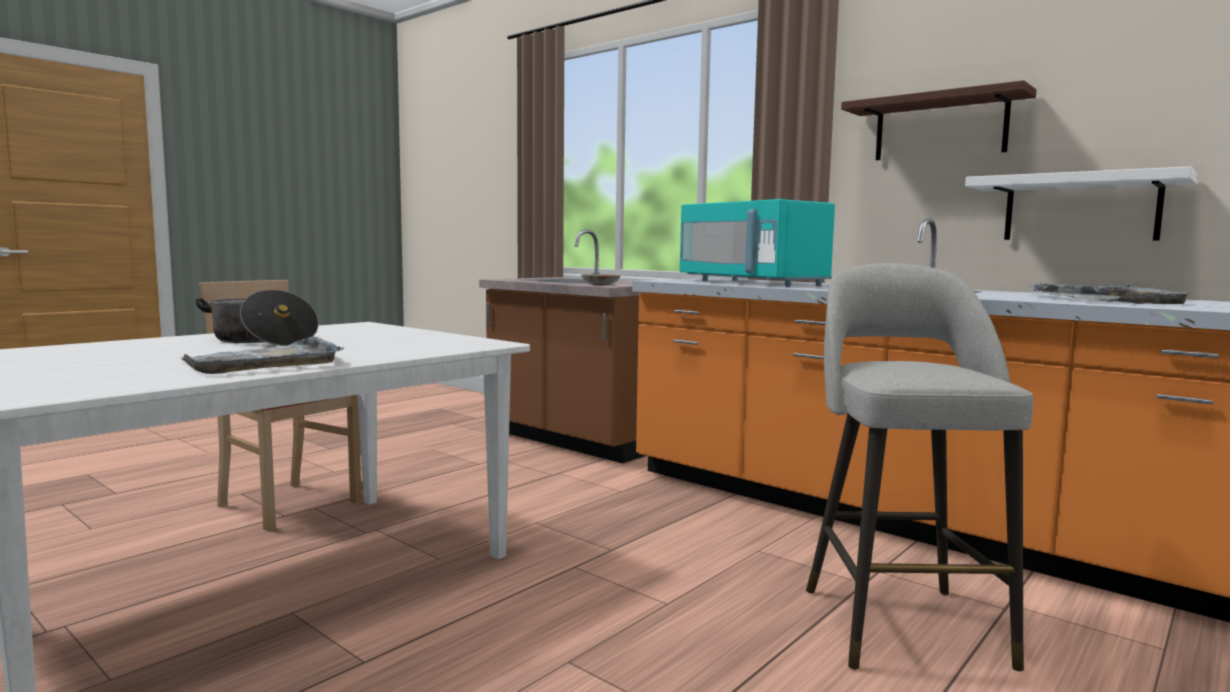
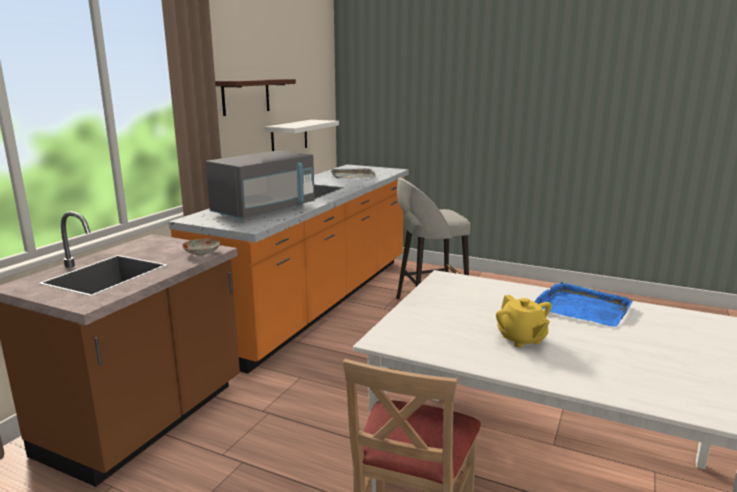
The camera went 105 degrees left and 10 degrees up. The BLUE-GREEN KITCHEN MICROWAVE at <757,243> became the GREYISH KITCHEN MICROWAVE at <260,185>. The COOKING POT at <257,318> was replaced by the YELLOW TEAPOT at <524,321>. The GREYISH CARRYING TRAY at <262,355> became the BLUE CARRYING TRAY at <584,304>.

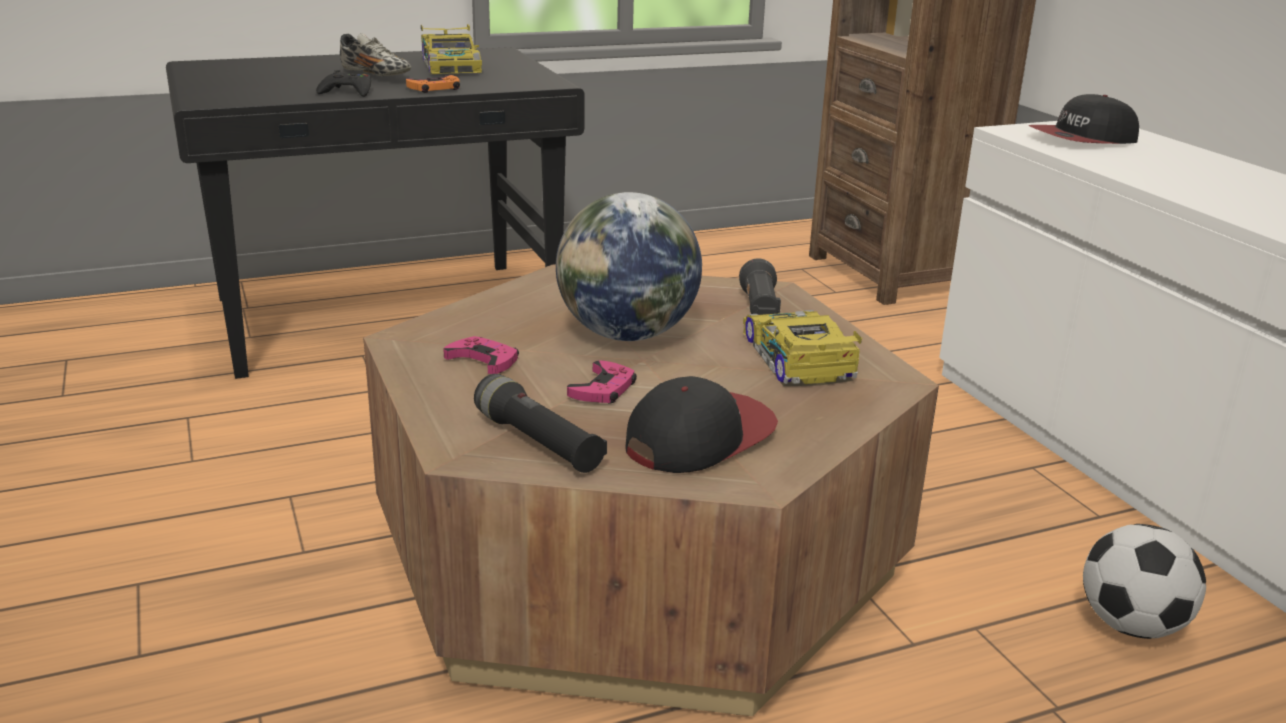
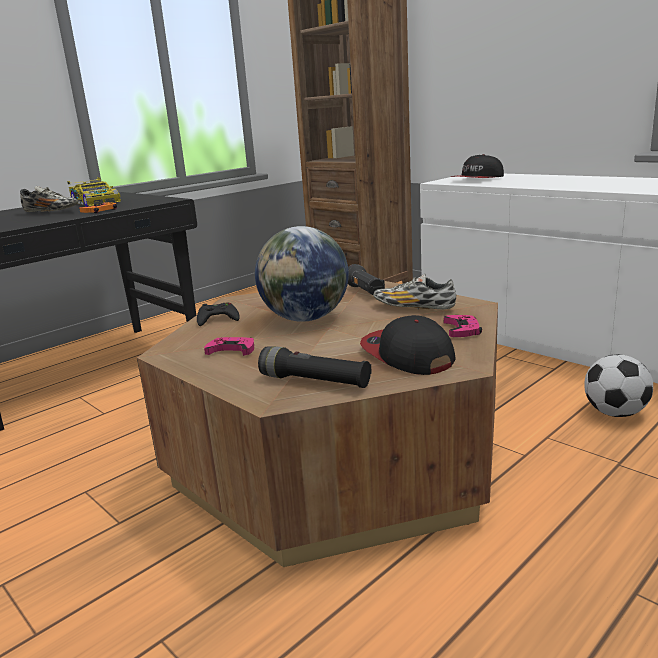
The camera went 20 degrees left and 5 degrees down. The BLACKISH GAME CONTROLLER moved from <343,83> to <218,314>. The TOY CAR at <802,348> was replaced by the SHOE at <414,291>. The PINK-COLOURED GAME CONTROLLER moved from <602,381> to <463,326>. The PEAKED CAP at <701,424> turned 60 degrees counterclockwise.

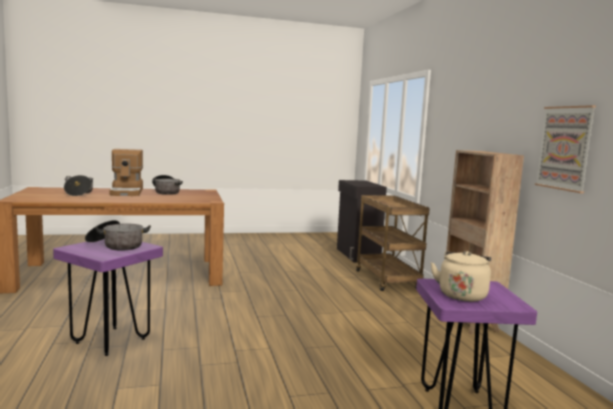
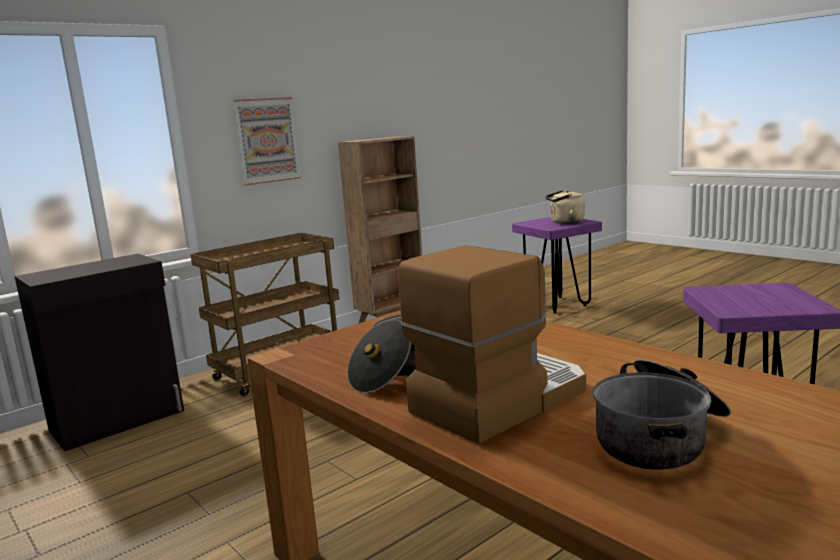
The camera went 115 degrees left and 5 degrees up. The PICTURE moved from <565,149> to <267,141>. The COOKING POT at <118,235> disappeared.

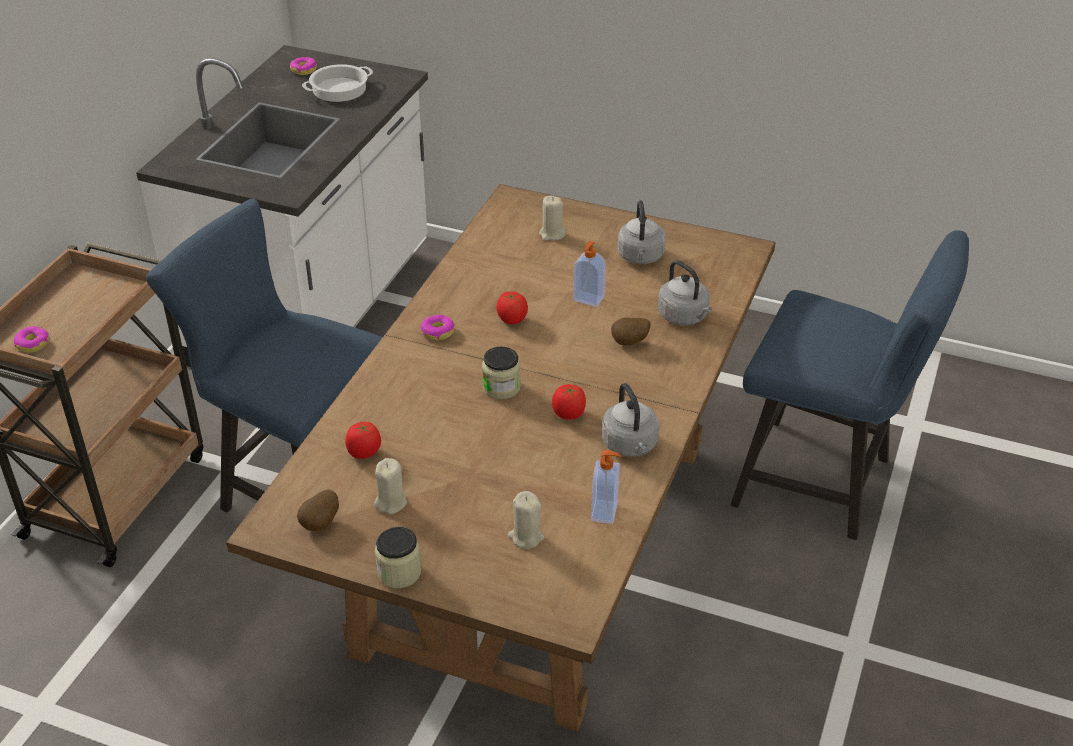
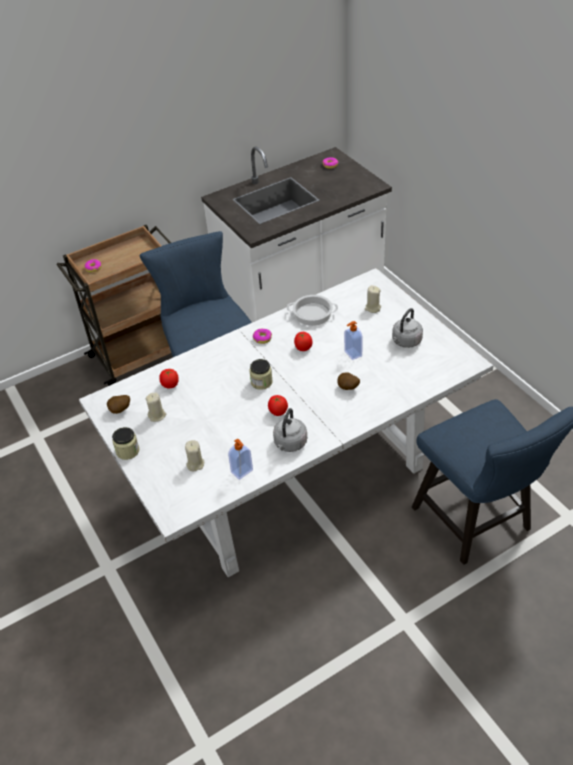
The camera went 40 degrees right and 5 degrees up. The COOKING POT moved from <337,83> to <312,310>. The BROWNISH DINNER TABLE at <500,457> became the WHITE DINNER TABLE at <286,422>. The GREYISH TEA KETTLE at <685,292> disappeared.

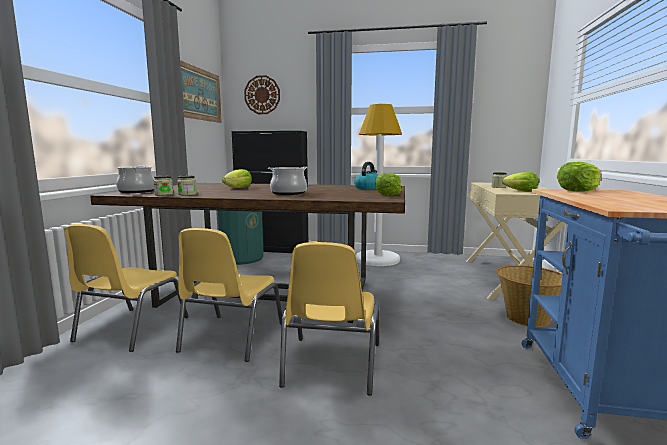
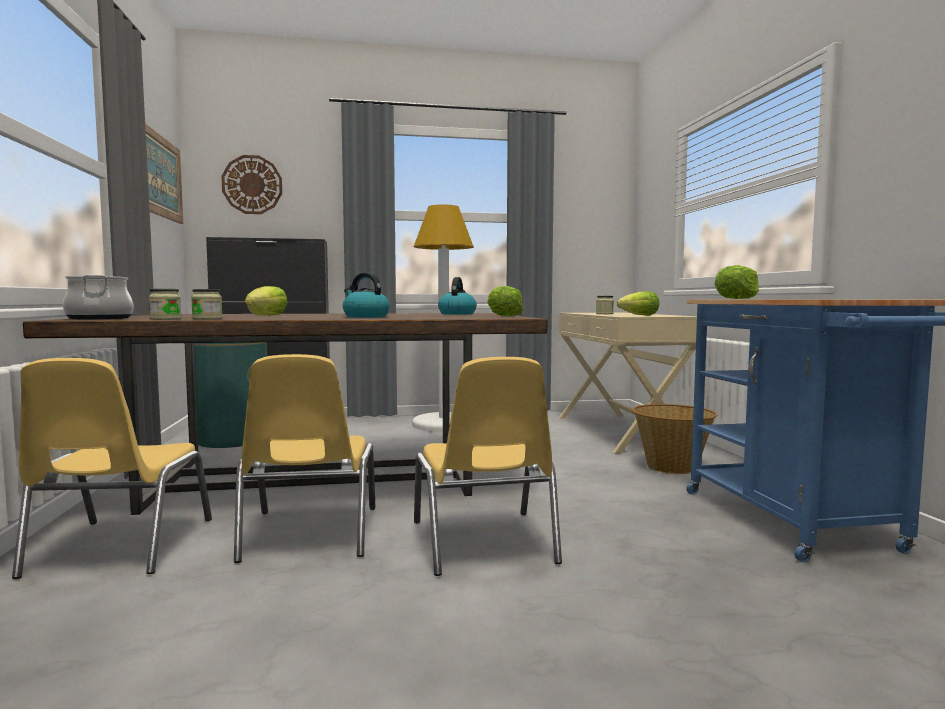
The camera went 20 degrees left and 5 degrees down. The COOKING POT at <288,181> was replaced by the TEA KETTLE at <366,295>.

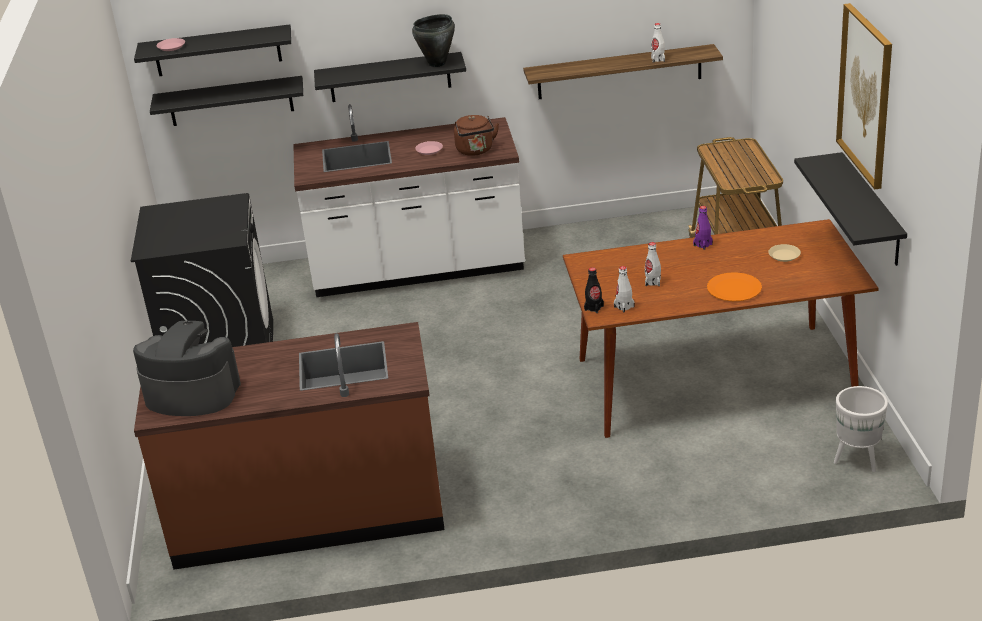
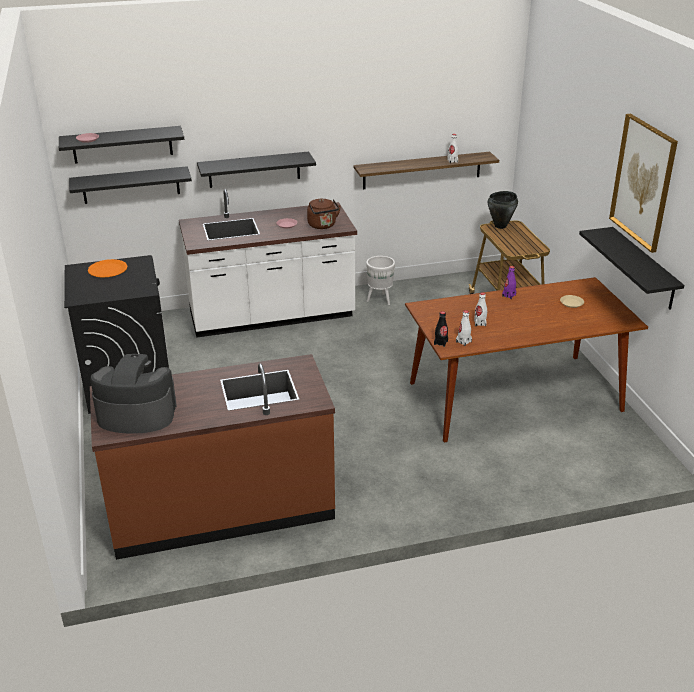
The camera went 10 degrees left and 0 degrees up. The BLACKISH COOKING POT moved from <433,40> to <503,210>. The ORANGE-COLOURED PLATE moved from <734,286> to <108,268>. The WHITE PLANT POT moved from <861,429> to <380,280>.

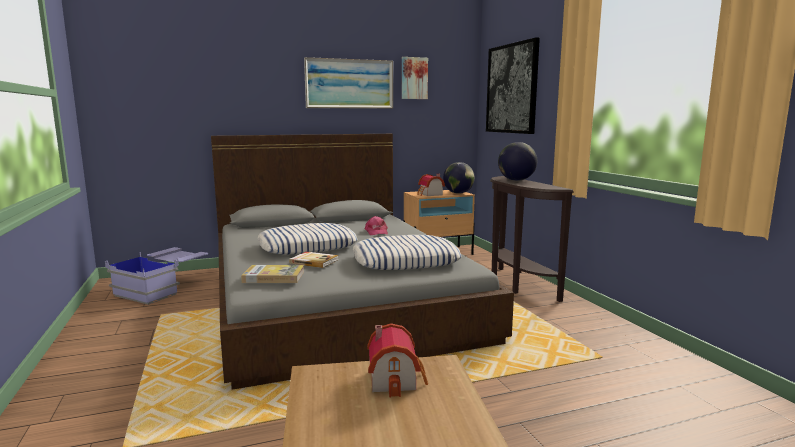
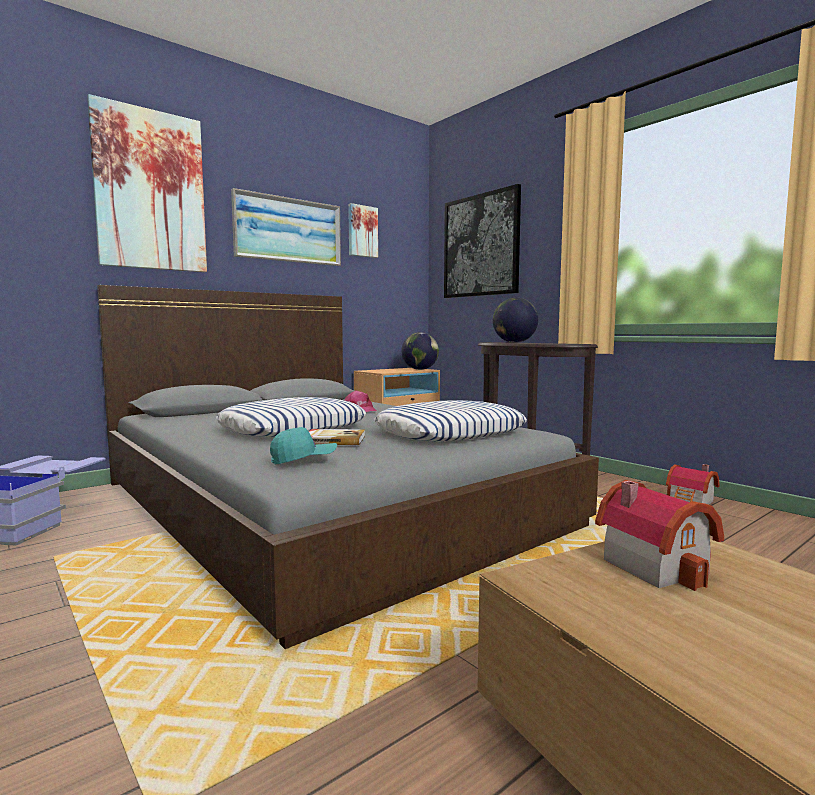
The camera went 20 degrees left and 5 degrees down. The MODEL HOUSE moved from <431,185> to <692,484>. The BOUND BOOK at <272,274> was replaced by the BLUE-GREEN PEAKED CAP at <303,446>. The PICTURE at <147,183> appeared.

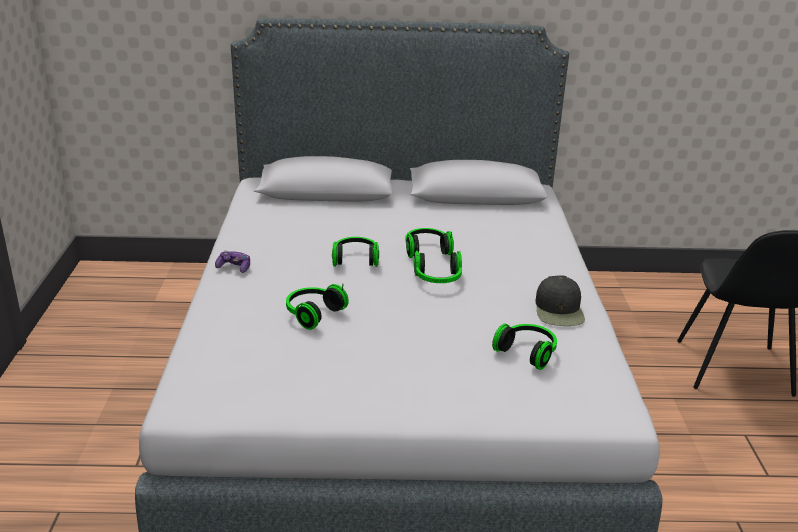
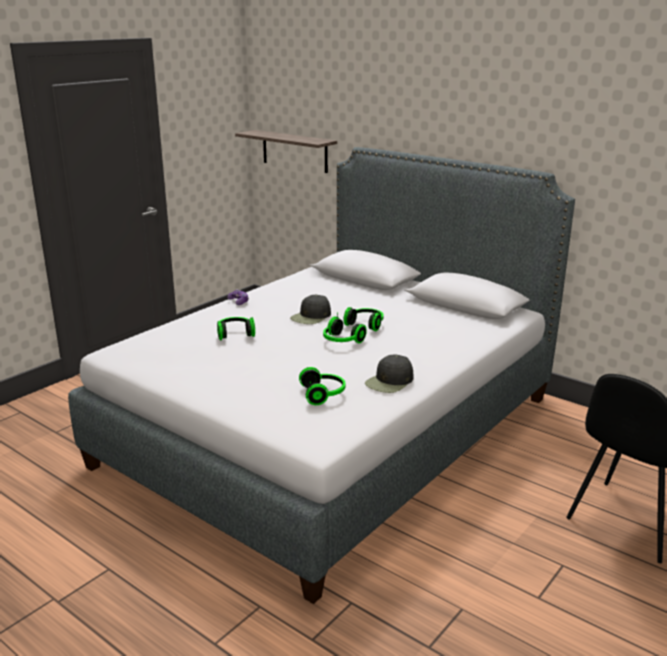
The camera went 40 degrees right and 5 degrees down. The PAIR OF HEADPHONES at <355,252> was replaced by the BLACKISH PEAKED CAP at <310,309>. The SHELF at <286,151> appeared.

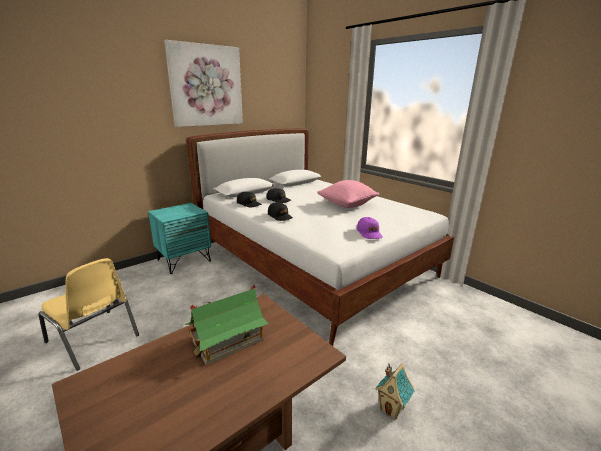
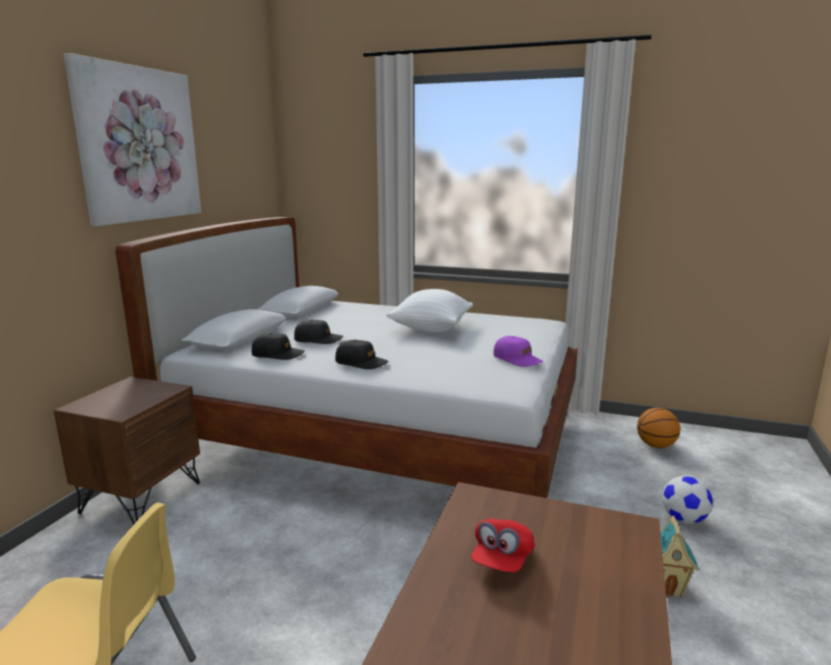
The camera went 30 degrees left and 5 degrees down. The PINK-COLOURED THROW PILLOW at <348,194> became the WHITE THROW PILLOW at <429,310>. The BLUE-GREEN BEDSIDE TABLE at <179,238> became the BROWNISH BEDSIDE TABLE at <127,451>. The MODEL HOUSE at <227,325> was replaced by the REDDISH PEAKED CAP at <503,545>. The BASKETBALL BALL at <658,428> appeared. The FOOTBALL at <687,500> appeared.

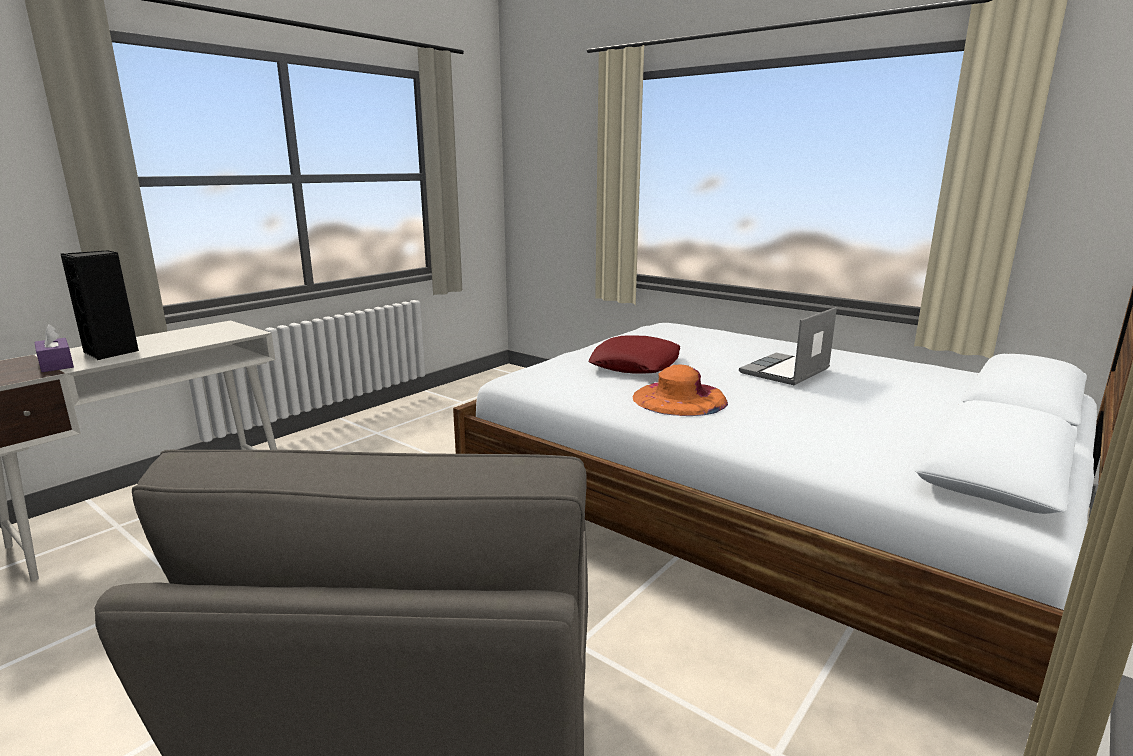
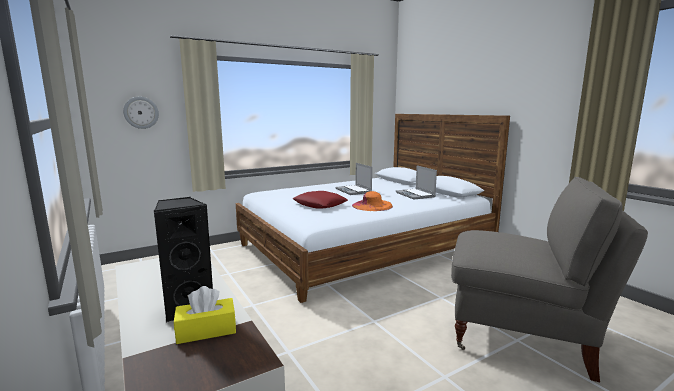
The camera went 70 degrees left and 5 degrees down. The PURPLISH TISSUE BOX at <54,348> became the YELLOW TISSUE BOX at <205,315>. The WALL CLOCK at <141,113> appeared. The PORTABLE COMPUTER at <416,182> appeared.

